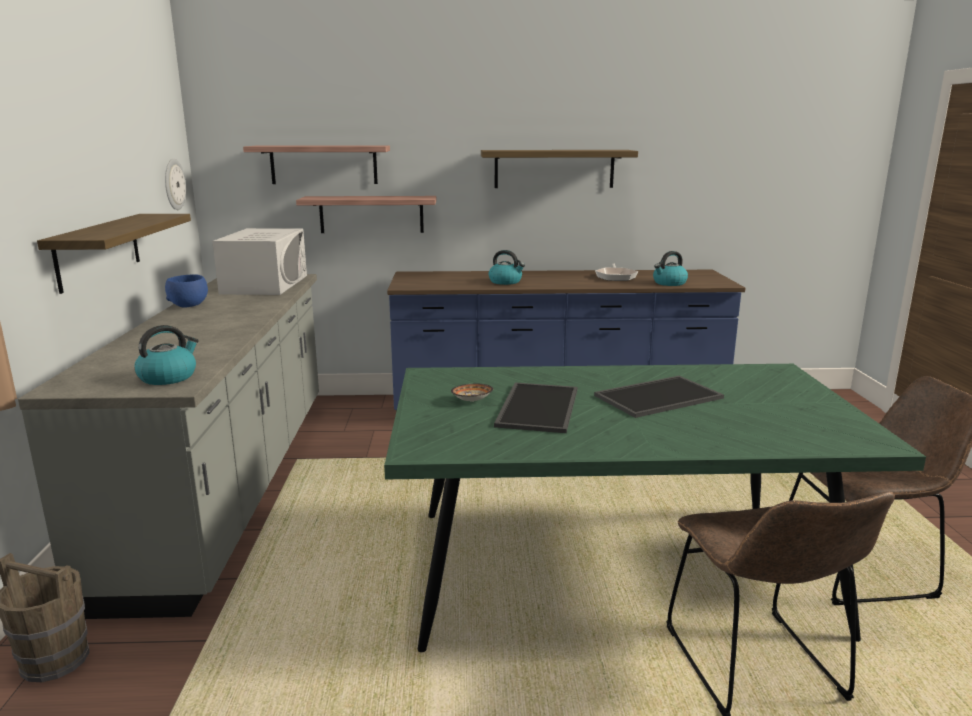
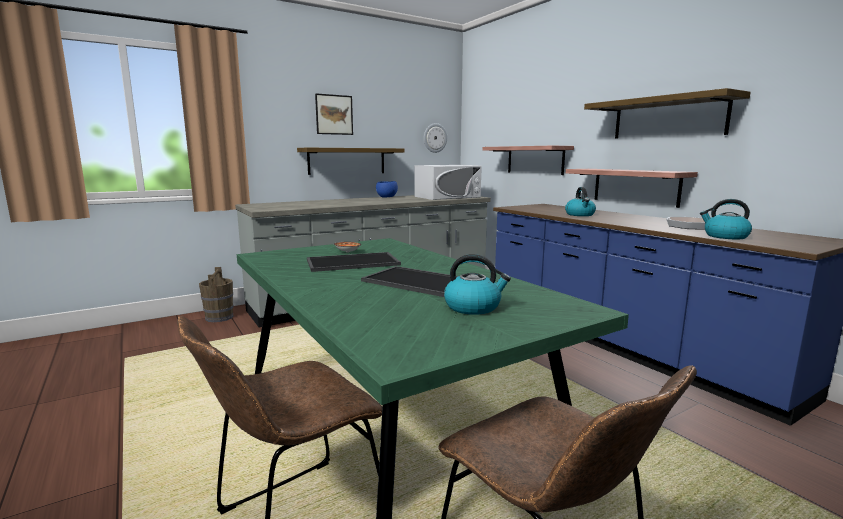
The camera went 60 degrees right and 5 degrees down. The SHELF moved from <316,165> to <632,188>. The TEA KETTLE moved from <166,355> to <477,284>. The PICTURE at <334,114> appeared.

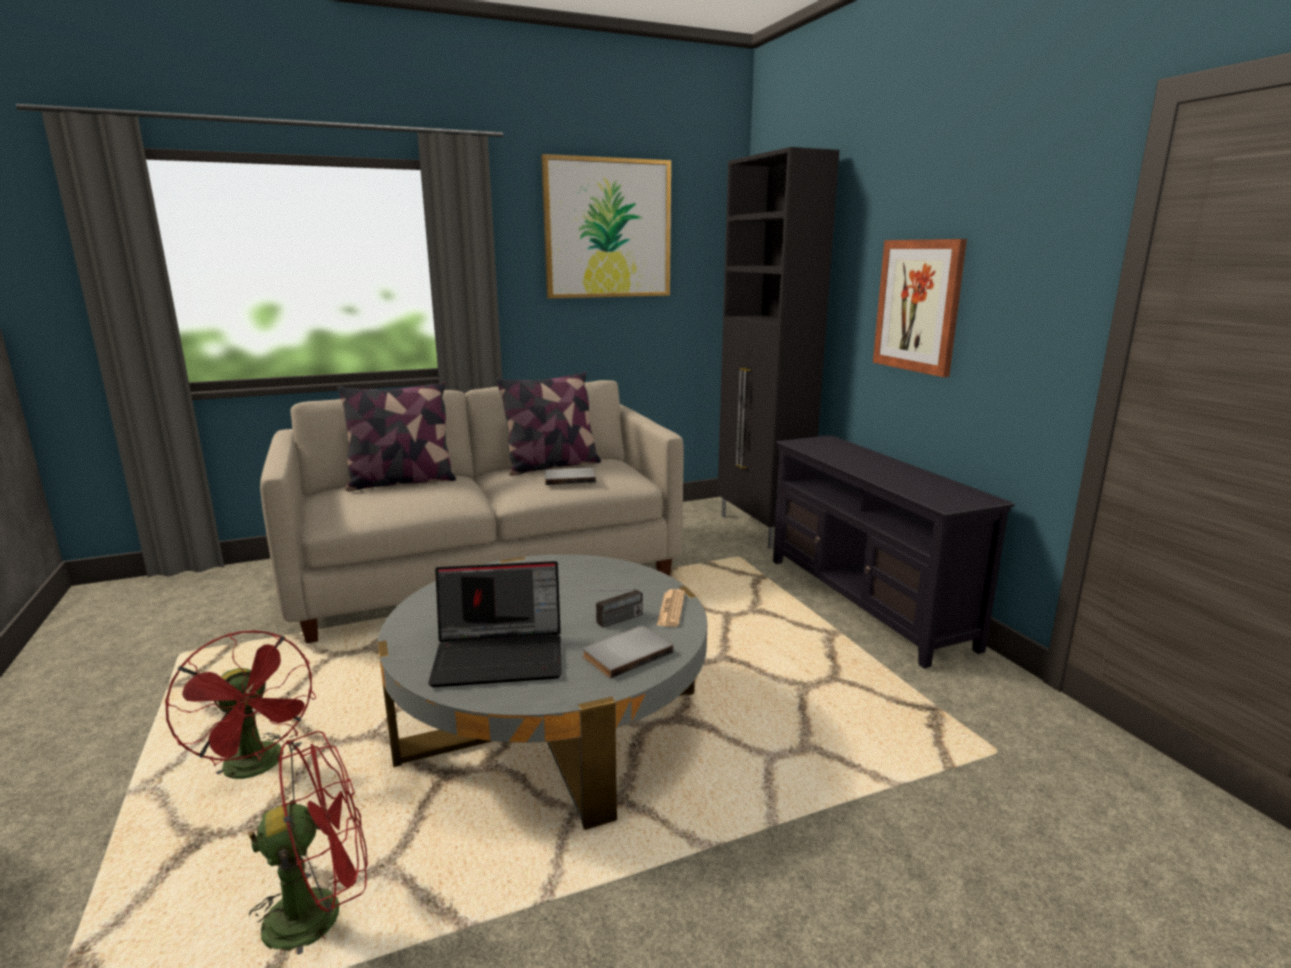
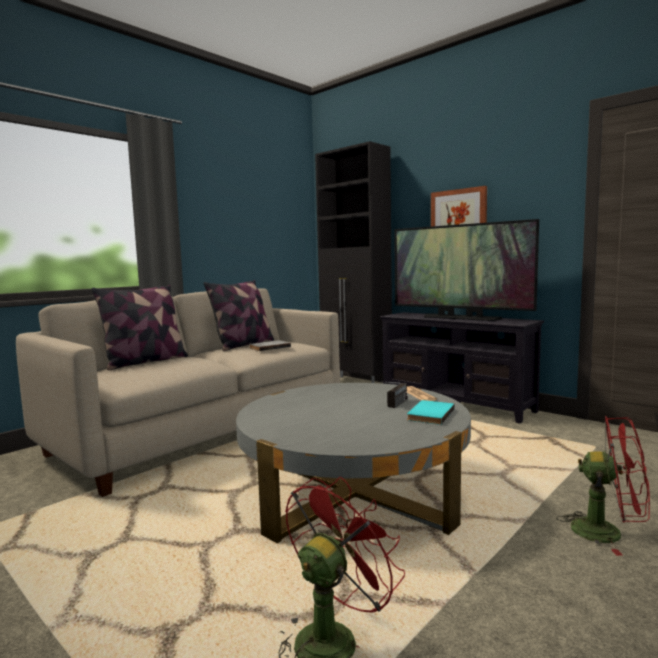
The camera went 25 degrees left and 10 degrees down. The PICTURE at <606,226> disappeared. The PORTABLE COMPUTER at <495,624> disappeared. The GREYISH BOUND BOOK at <628,652> became the BLUE-GREEN BOUND BOOK at <431,412>. The REDDISH ELECTRIC FAN moved from <240,704> to <603,486>. The TV at <466,270> appeared.

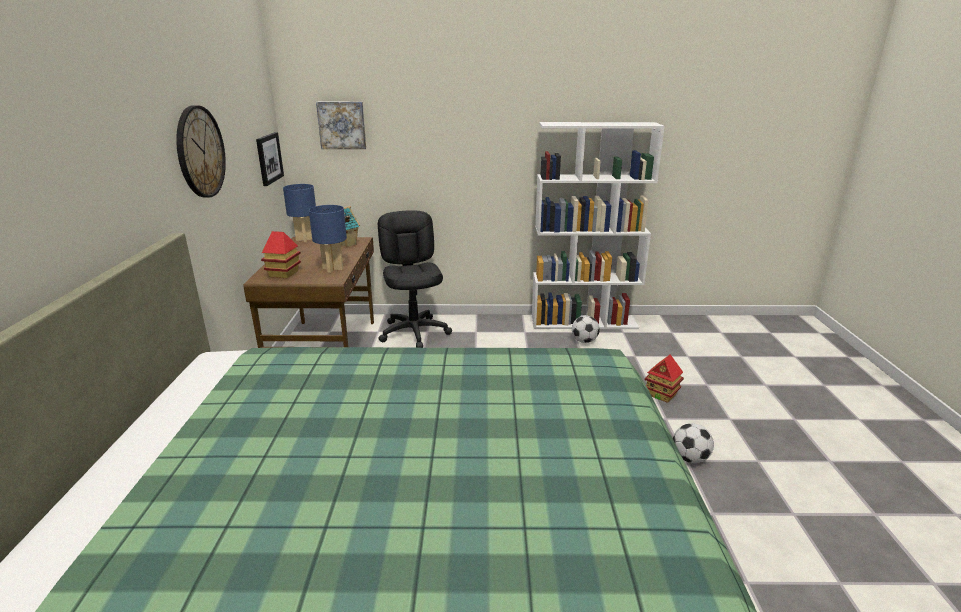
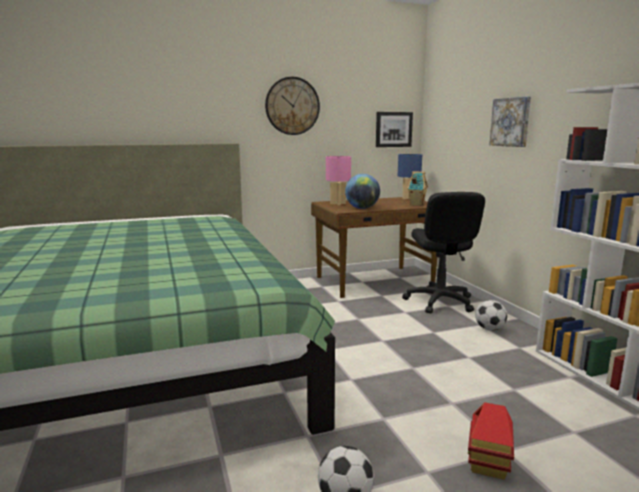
The camera went 70 degrees right and 10 degrees down. The PICTURE moved from <341,125> to <510,122>. The BLUE TABLE LAMP at <328,239> was replaced by the GLOBE at <362,191>. The BLACKISH OFFICE CHAIR at <415,279> turned 120 degrees clockwise. The MODEL HOUSE at <281,254> was replaced by the PINK-COLOURED TABLE LAMP at <338,180>. The FOOTBALL moved from <586,329> to <491,315>.

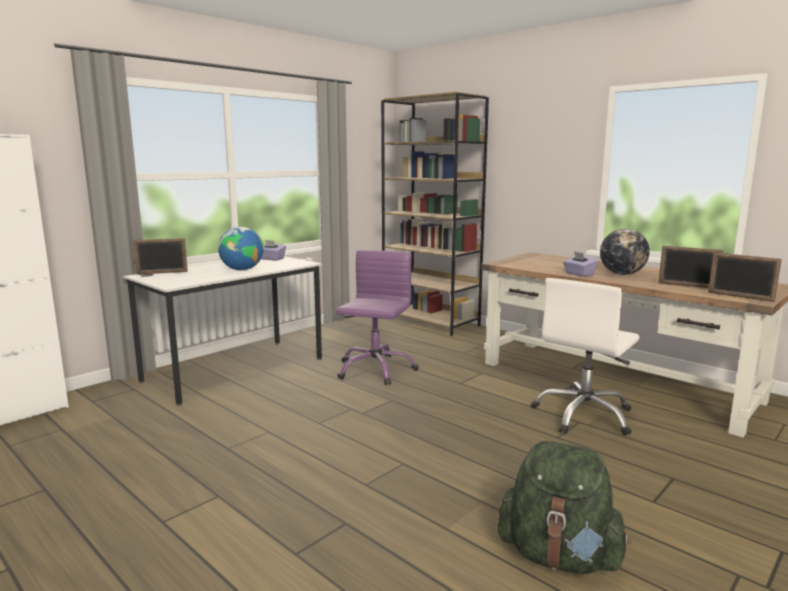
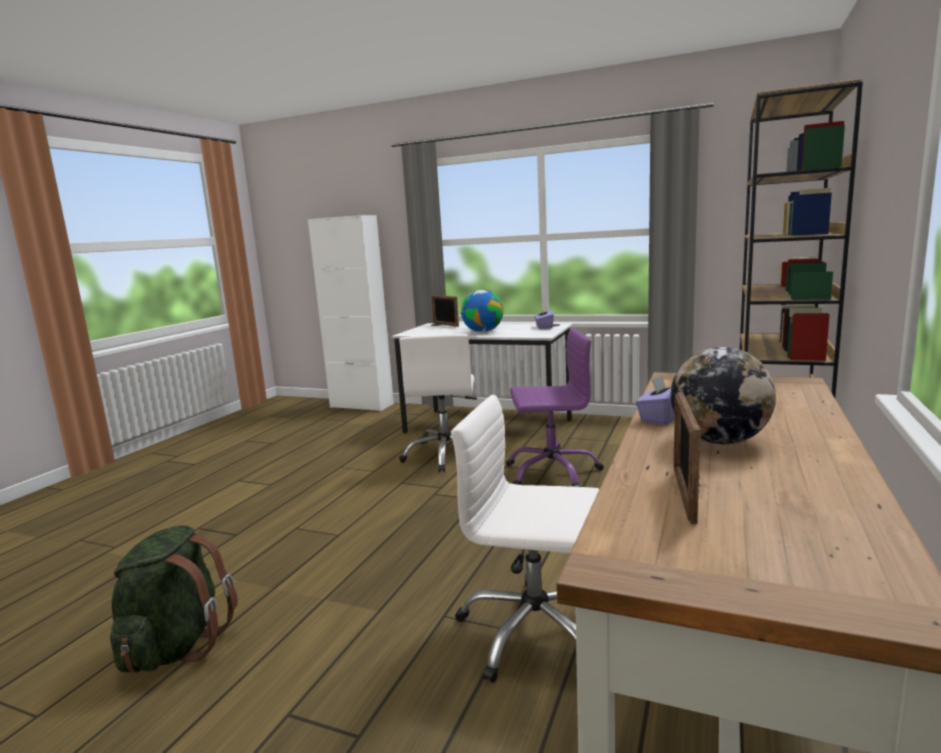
The camera went 70 degrees right and 0 degrees up. The PICTURE FRAME at <745,277> disappeared. The WHITE OFFICE CHAIR at <438,403> appeared.

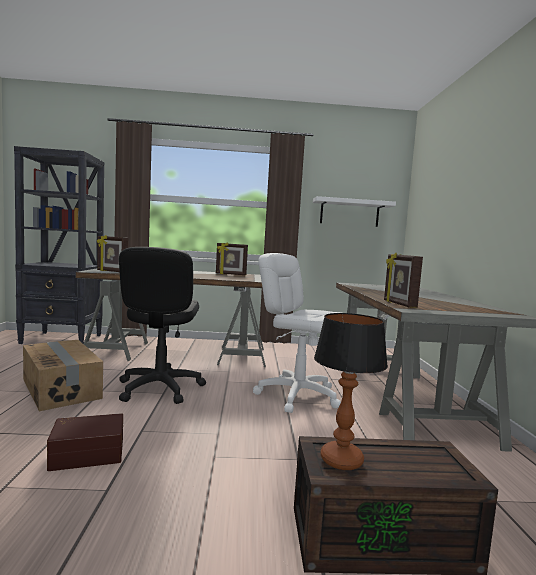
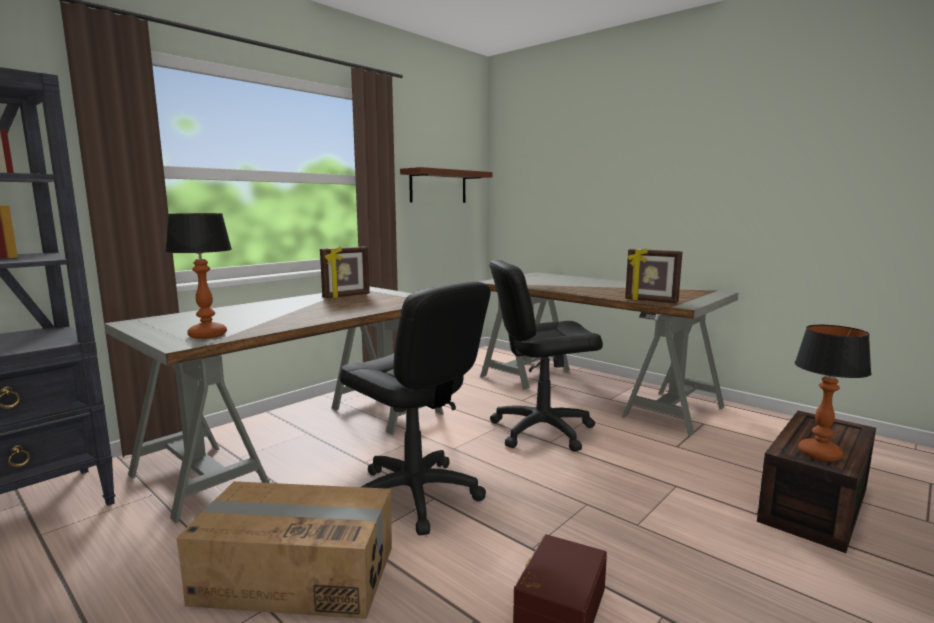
The camera went 45 degrees left and 5 degrees up. The WHITE SHELF at <354,211> became the BROWNISH SHELF at <446,185>. The PICTURE FRAME at <112,253> was replaced by the TABLE LAMP at <198,276>. The WHITE OFFICE CHAIR at <297,333> became the BLACKISH OFFICE CHAIR at <546,356>.

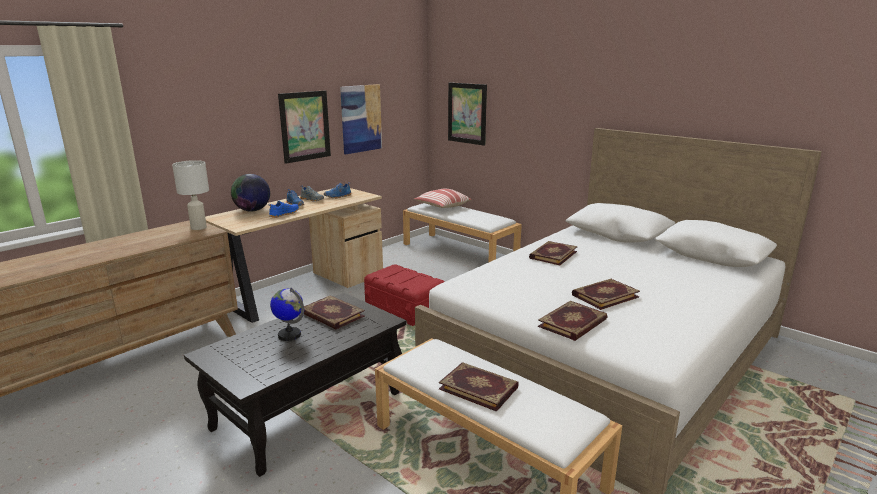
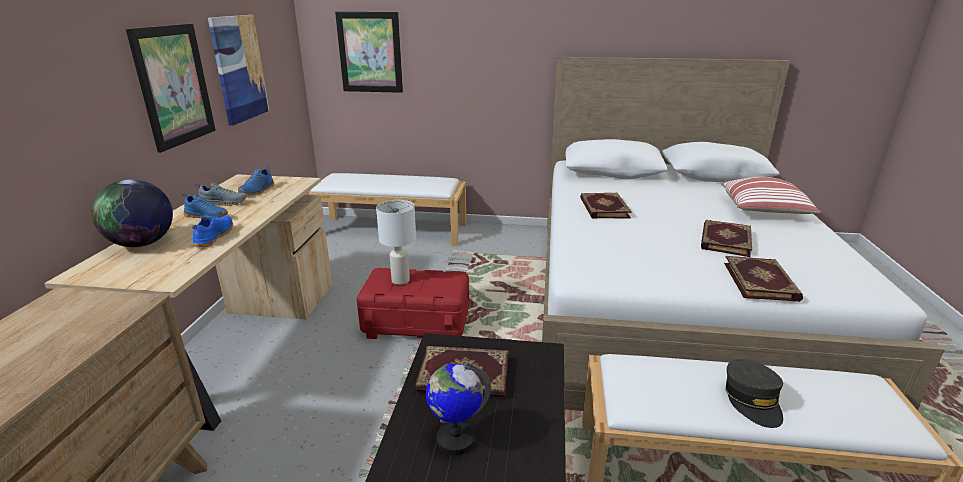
The camera went 35 degrees left and 5 degrees up. The WHITE TABLE LAMP moved from <190,195> to <396,242>. The THROW PILLOW moved from <443,198> to <771,195>. The BOUND BOOK at <479,387> was replaced by the GREYISH PEAKED CAP at <754,393>.

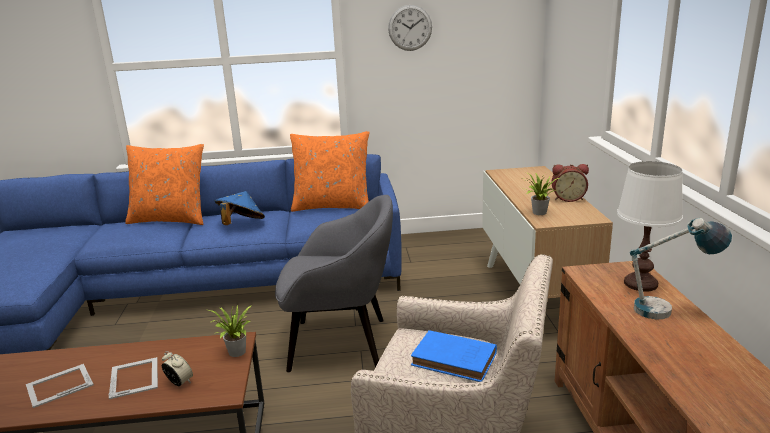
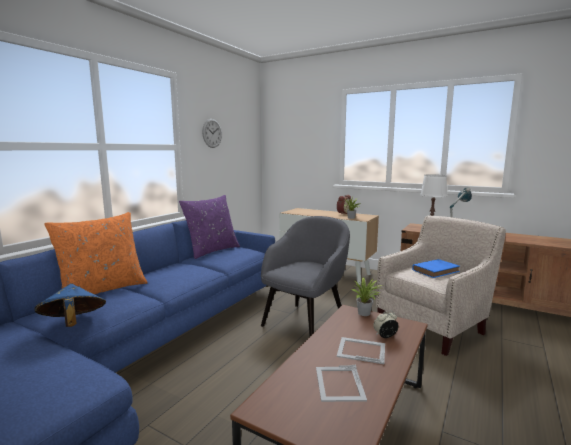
The camera went 55 degrees left and 10 degrees down. The ORANGE-COLOURED THROW PILLOW at <329,171> became the PURPLISH THROW PILLOW at <209,227>. The BLUE WEARABLE HAT moved from <240,208> to <70,305>.

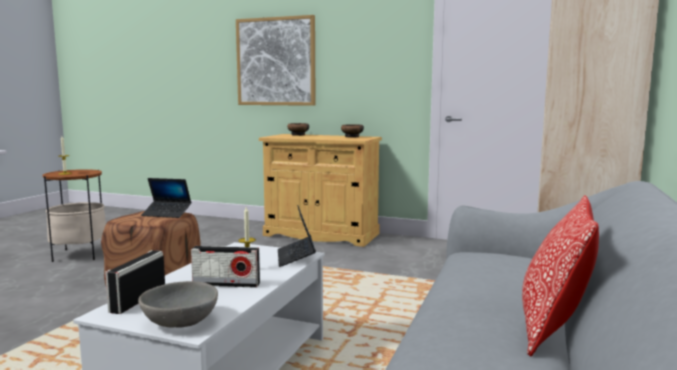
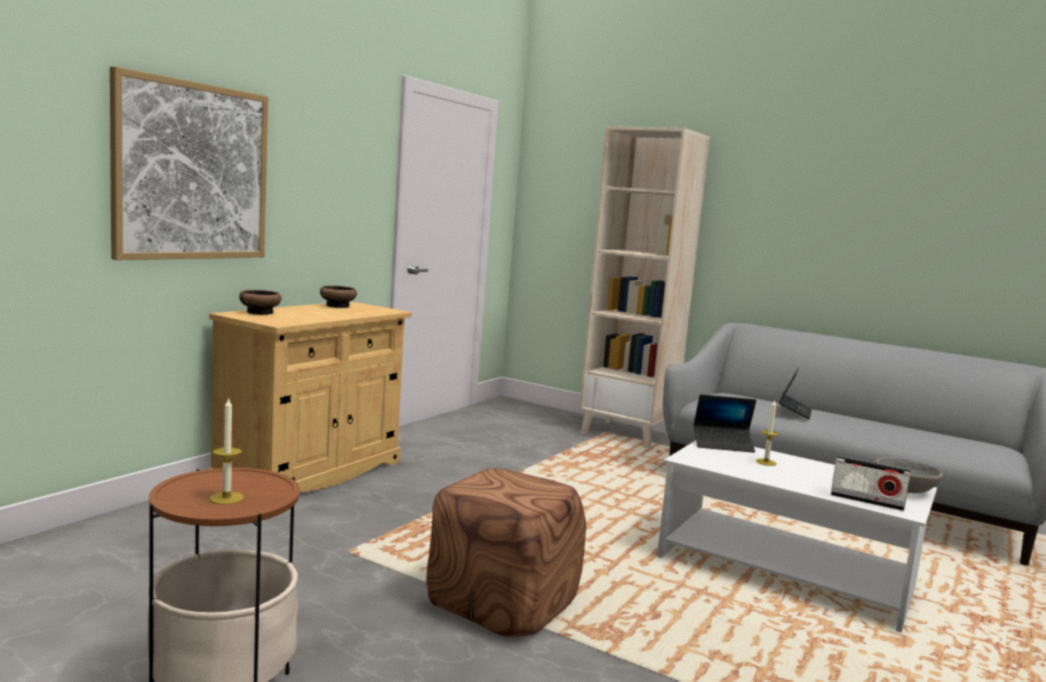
The camera went 80 degrees left and 0 degrees up. The PORTABLE COMPUTER moved from <166,198> to <795,393>. The THROW PILLOW at <560,275> disappeared. The RADIO at <225,267> disappeared.

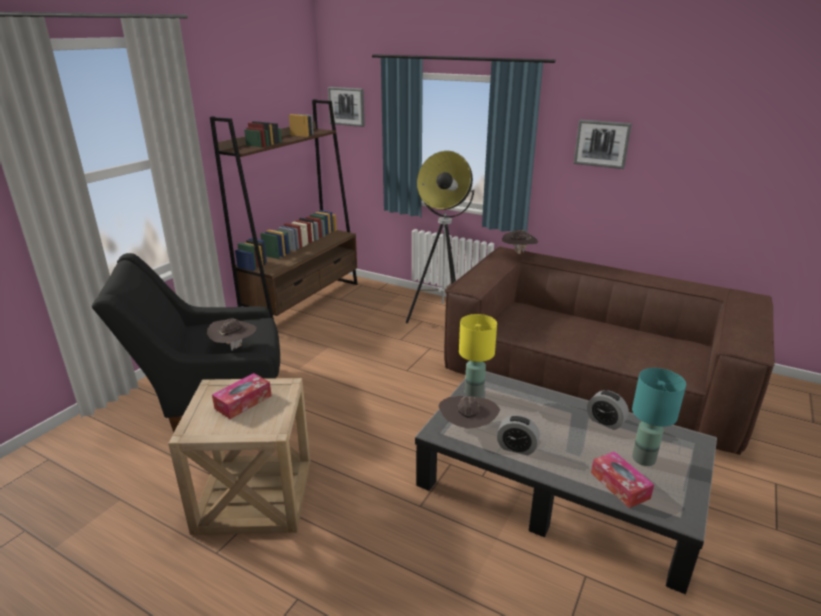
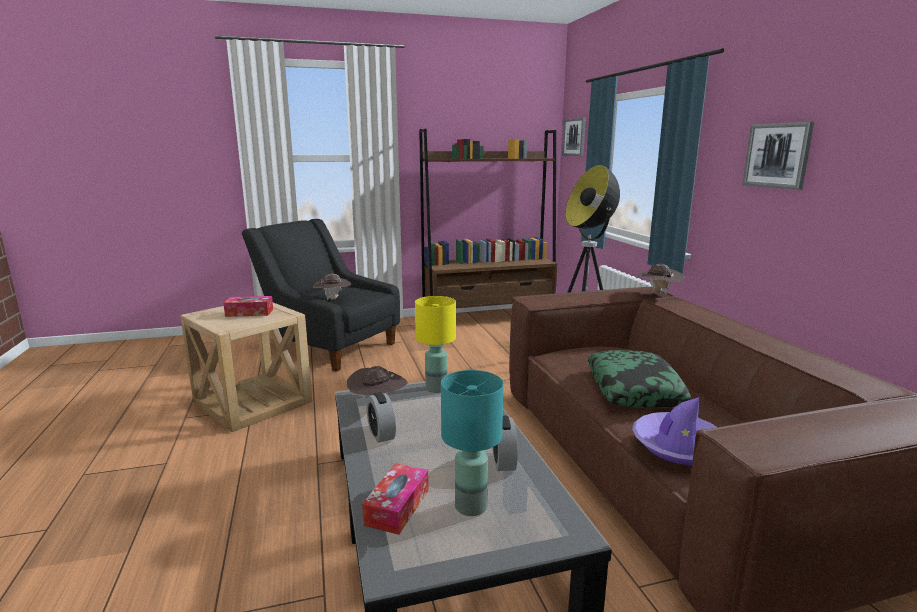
The camera went 45 degrees right and 10 degrees down. The THROW PILLOW at <640,379> appeared. The PURPLISH WEARABLE HAT at <674,431> appeared.

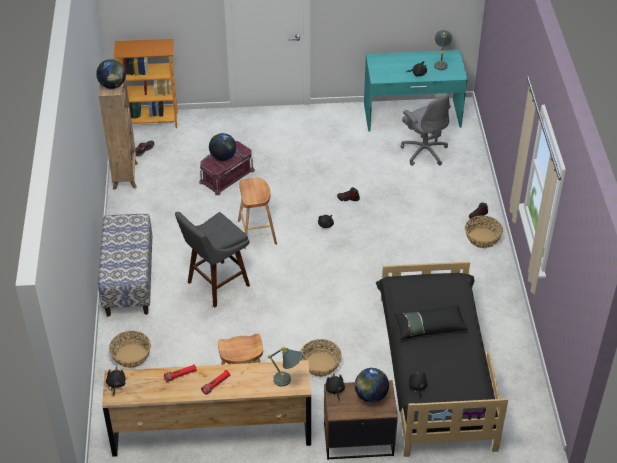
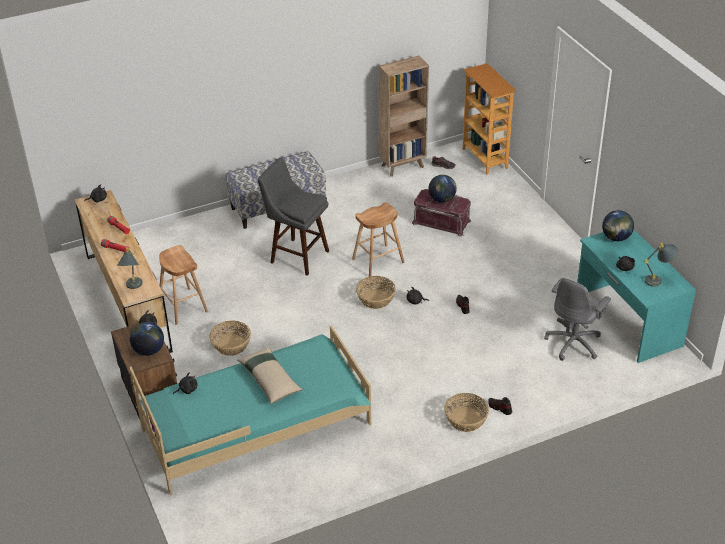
The camera went 70 degrees right and 5 degrees down. The GLOBE moved from <111,74> to <618,225>. The BLACKISH SLEEPING BED at <442,359> became the BLUE-GREEN SLEEPING BED at <250,410>. The BLACKISH THROW PILLOW at <430,322> became the BEIGE THROW PILLOW at <270,375>. The BASKET moved from <130,349> to <376,292>.

